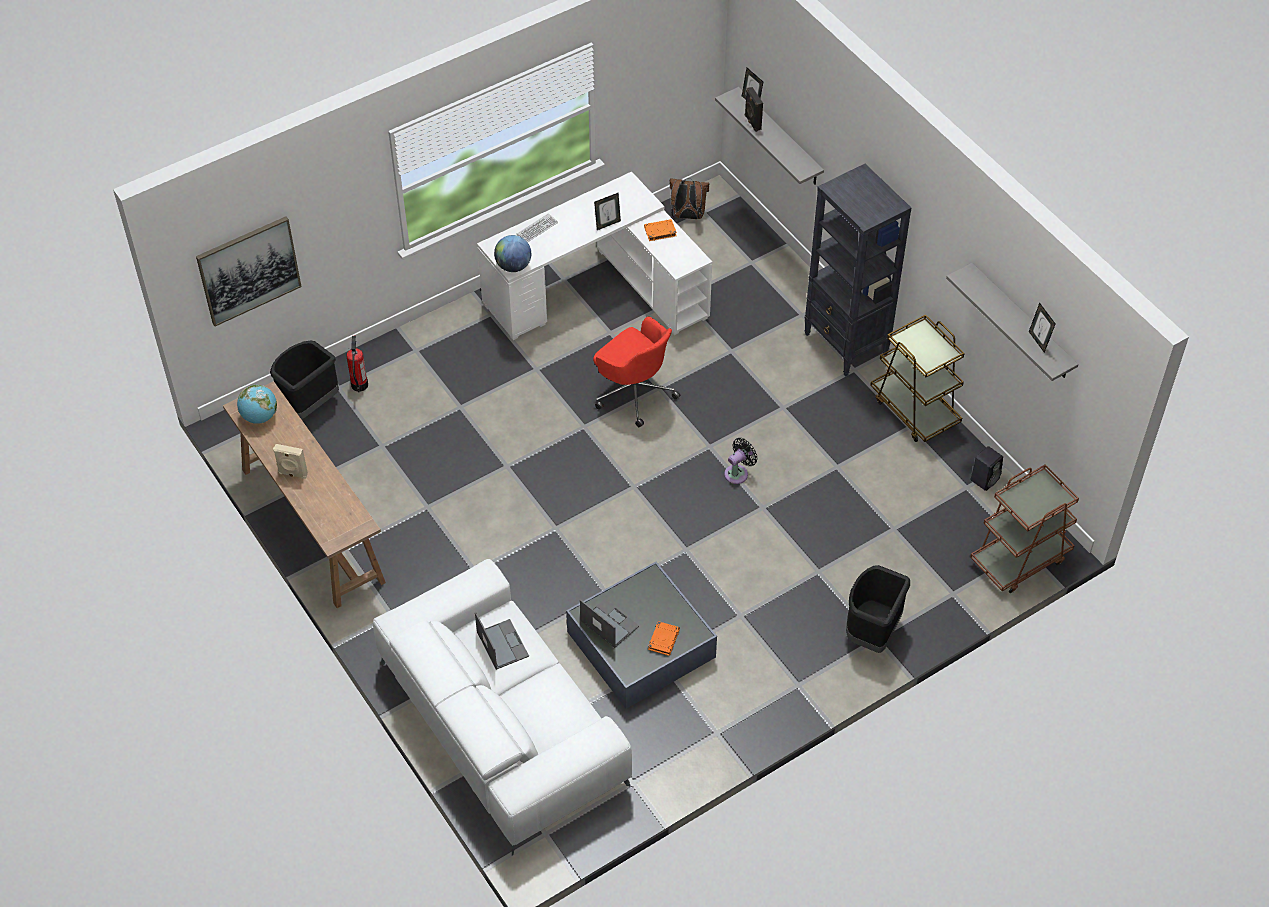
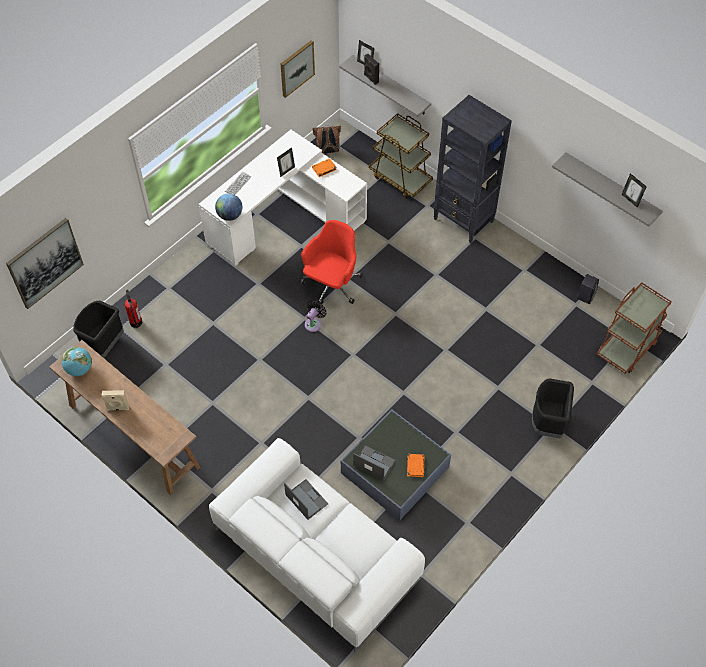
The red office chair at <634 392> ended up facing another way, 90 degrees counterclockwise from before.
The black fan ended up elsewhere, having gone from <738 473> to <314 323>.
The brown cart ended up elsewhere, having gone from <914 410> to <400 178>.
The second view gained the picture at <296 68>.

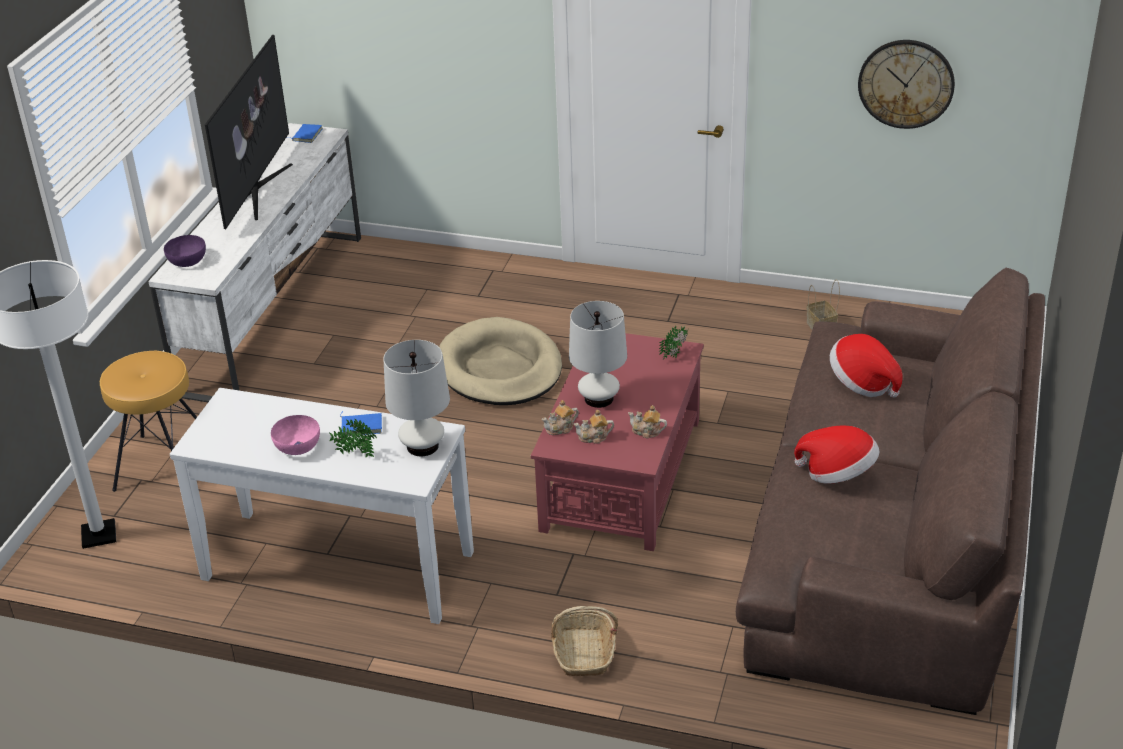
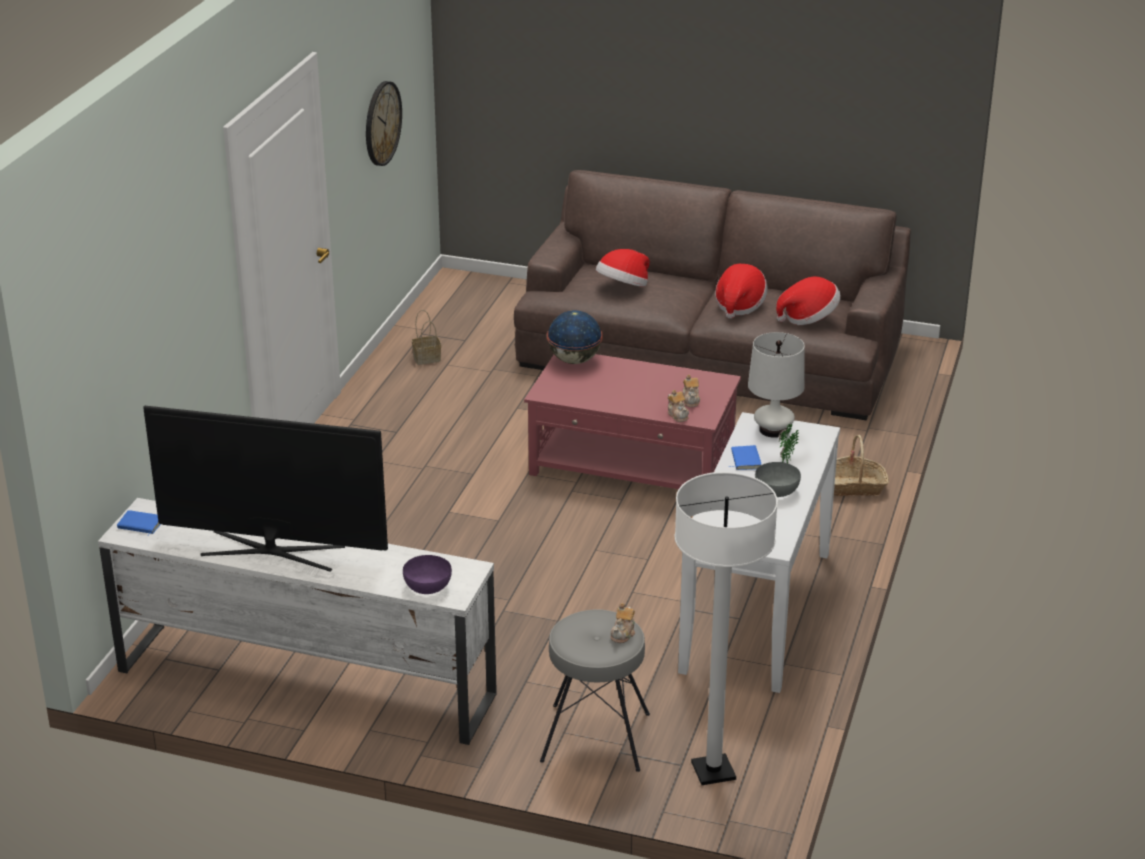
What was the brown stool at <164 465> turned into the grey stool at <595 738>.
What was the pink bowl at <297 447> turned into the grey bowl at <776 491>.
The second view lost the beige dog bed at <500 368>.
The second view lost the white table lamp at <599 398>.
The teapot ended up elsewhere, having gone from <646 431> to <623 633>.
Where the potted plant stood at <676 355>, the globe came to stand at <574 360>.
The second view gained the hat at <809 318>.

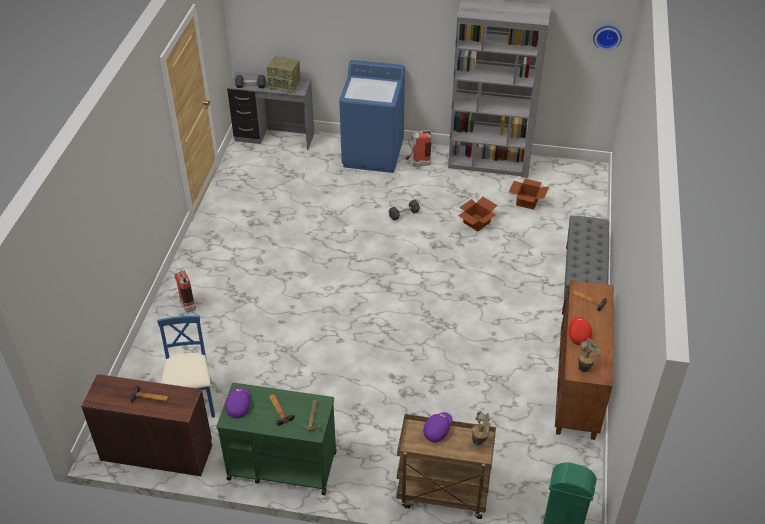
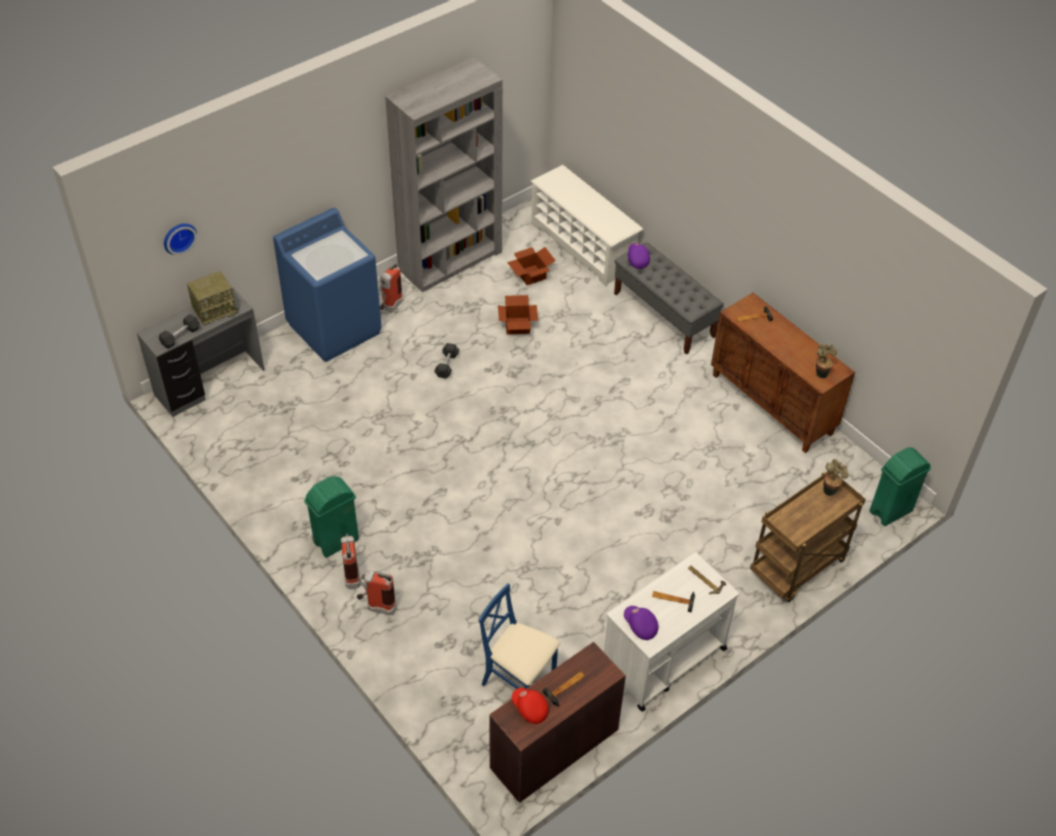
What was the green cart at <281 465> turned into the white cart at <663 660>.
The purple cap ended up elsewhere, having gone from <437 430> to <637 259>.
The red cap ended up elsewhere, having gone from <578 334> to <529 709>.
The wall clock ended up elsewhere, having gone from <607 36> to <178 237>.
The second view gained the green trash can at <335 541>.
The second view gained the fire extinguisher at <352 574>.
The second view gained the white shoe rack at <583 246>.

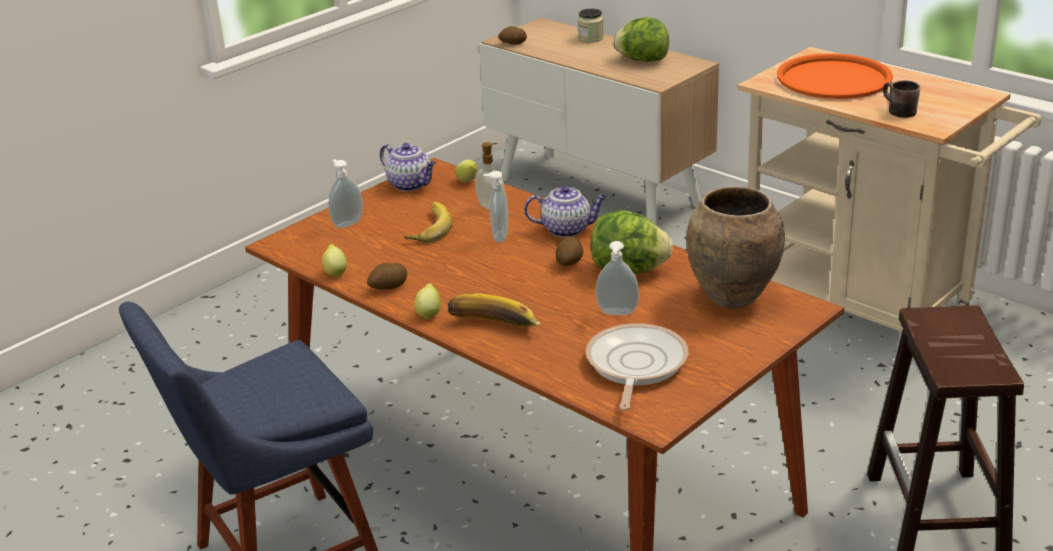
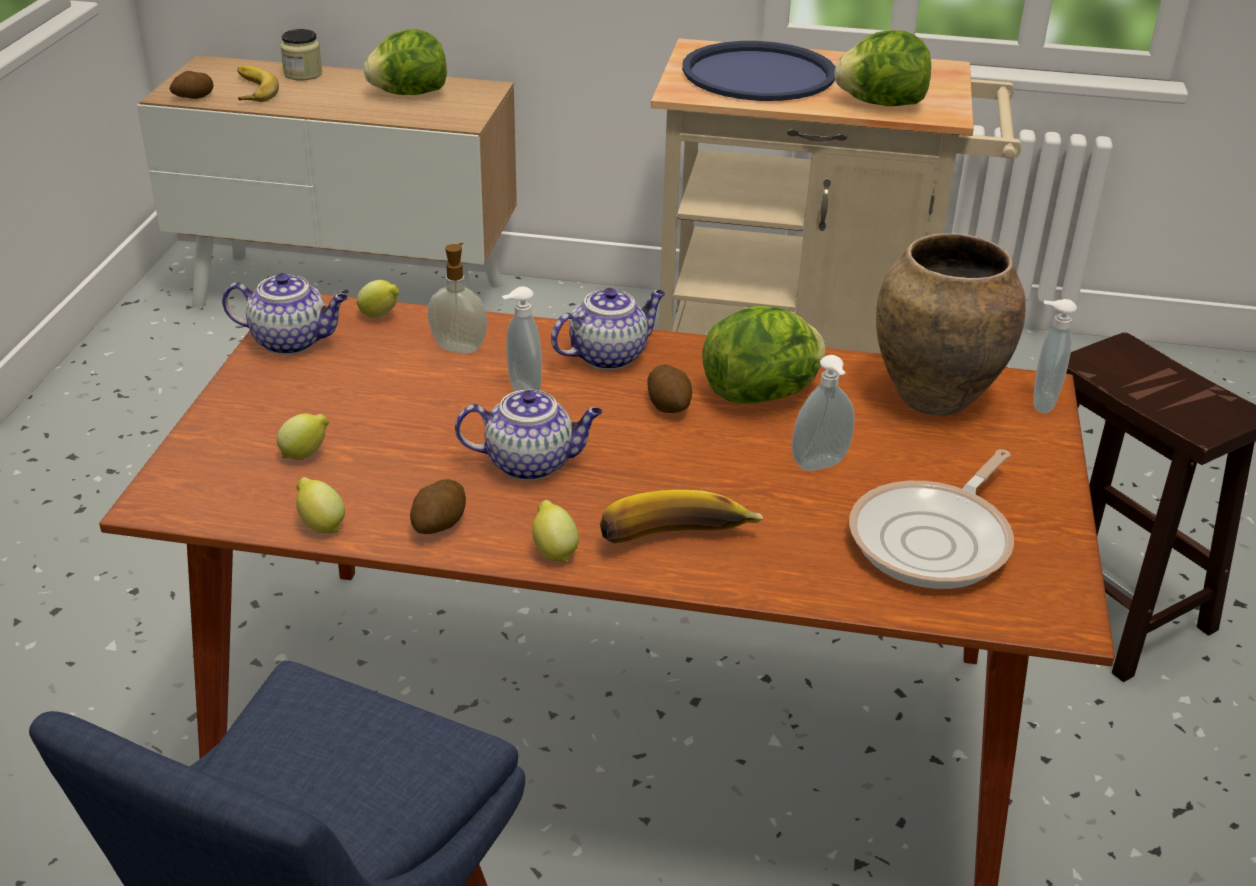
The soap dispenser ended up elsewhere, having gone from <347 223> to <1040 403>.
The banana ended up elsewhere, having gone from <427 227> to <249 90>.
The frying pan at <635 365> ended up facing another way, 120 degrees counterclockwise from before.
What was the orange tray at <834 78> turned into the blue tray at <758 74>.
Where the brown mug stood at <896 112>, the lettuce came to stand at <881 104>.
The second view gained the lemon at <306 455>.
The second view gained the teapot at <531 463>.

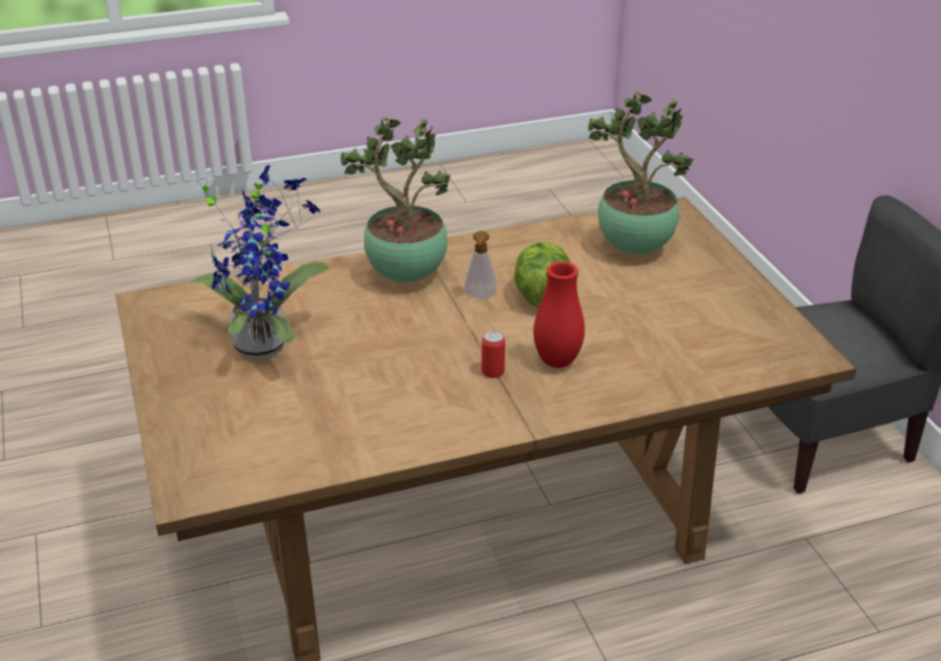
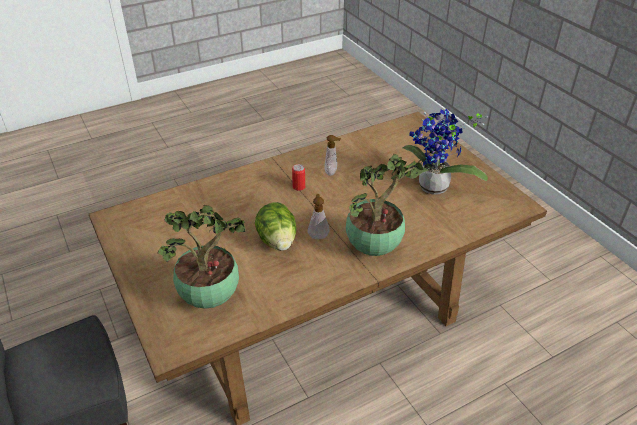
The second view lost the red vase at <557 361>.
The second view gained the soap dispenser at <332 172>.

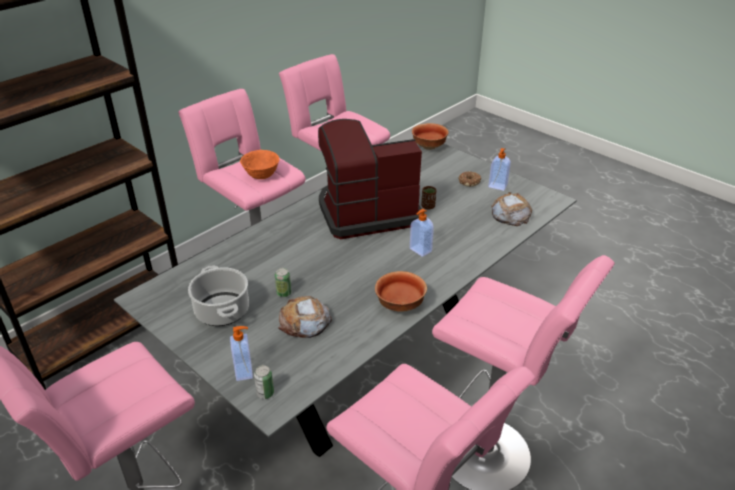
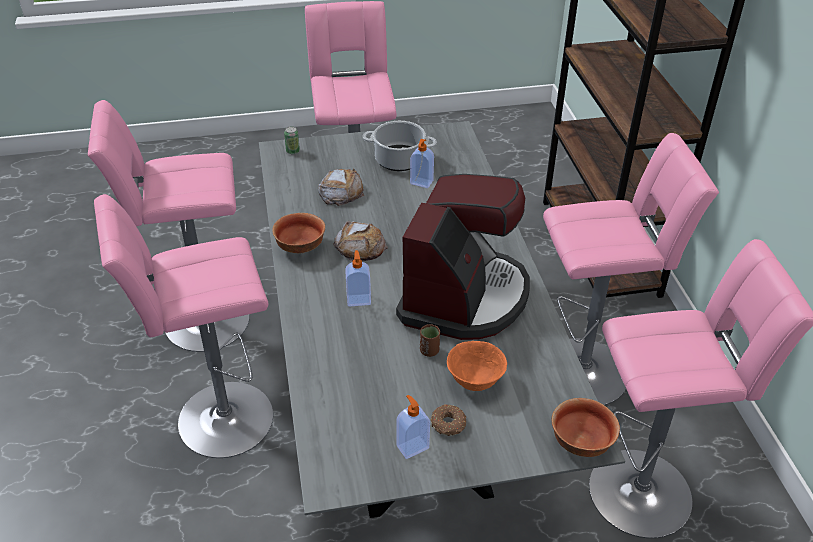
The soap dispenser ended up elsewhere, having gone from <244 371> to <421 183>.
The orange bowl ended up elsewhere, having gone from <261 176> to <474 381>.
The second view lost the can at <284 293>.
The bread ended up elsewhere, having gone from <510 214> to <360 246>.

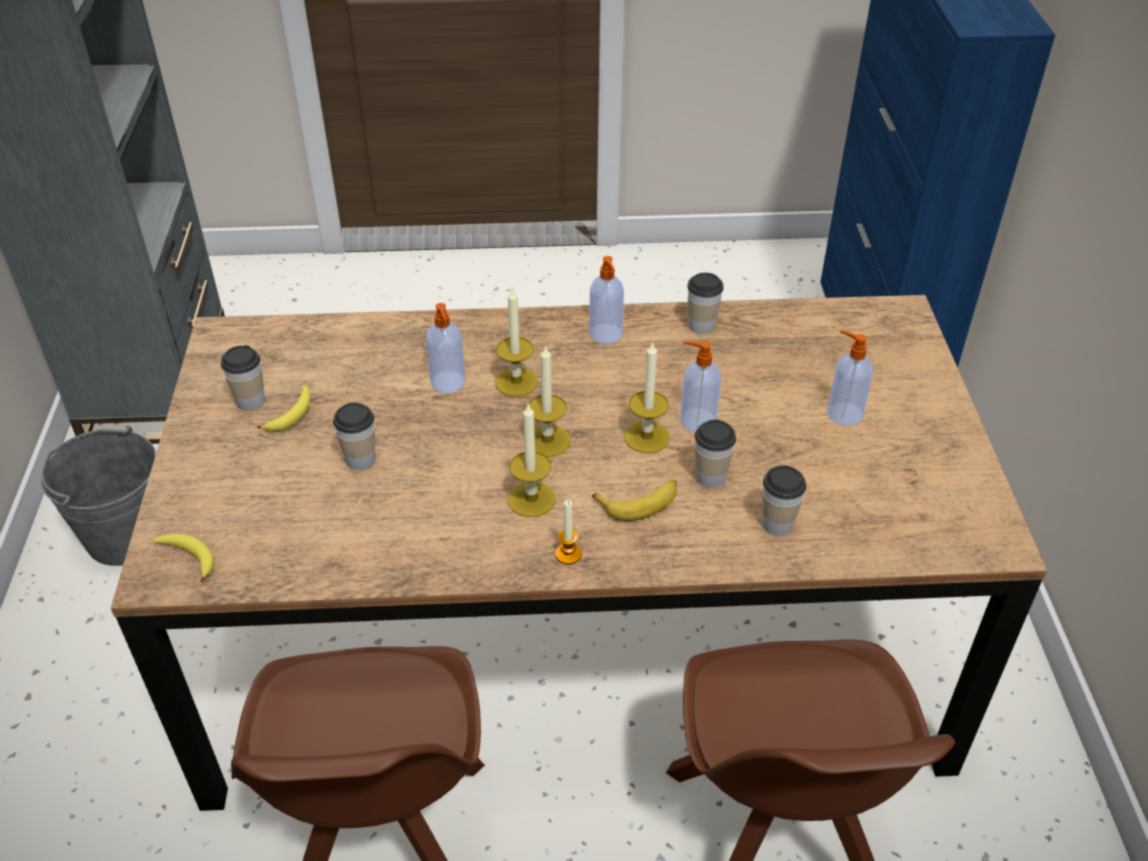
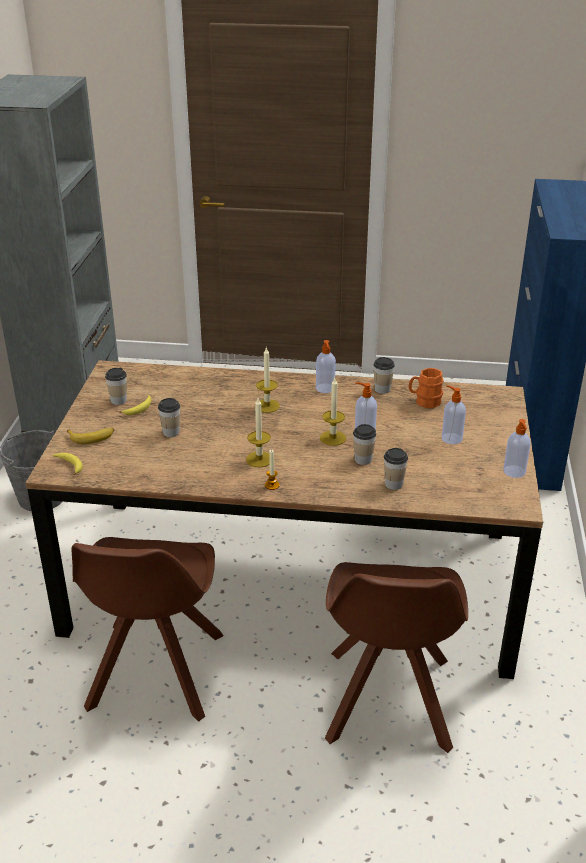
The soap dispenser ended up elsewhere, having gone from <448 383> to <514 472>.
The second view lost the candle at <547 440>.
The banana ended up elsewhere, having gone from <639 503> to <92 437>.
The second view gained the orange mug at <424 401>.

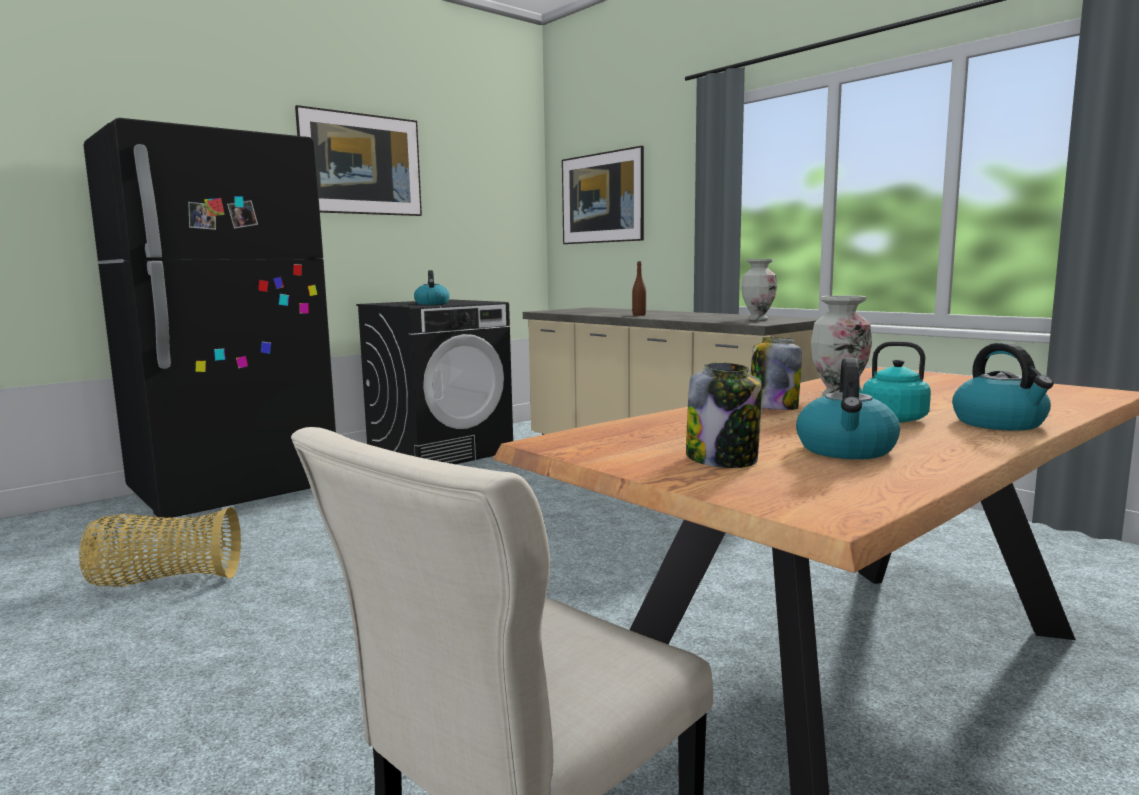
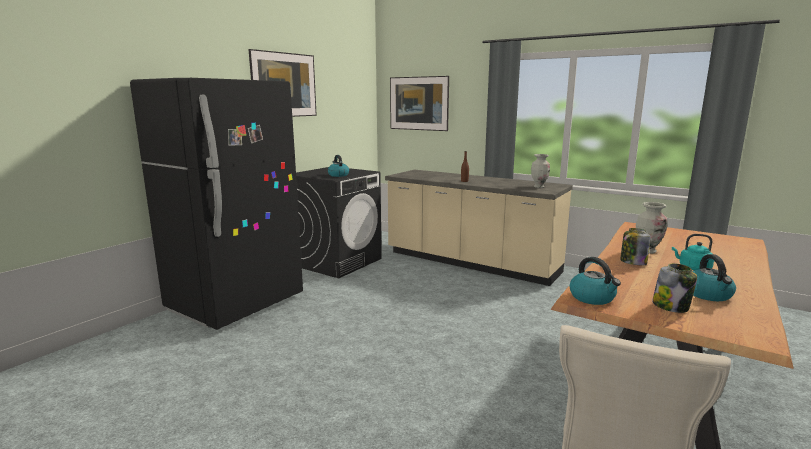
The second view lost the basket at <165 580>.
The kettle ended up elsewhere, having gone from <1000 423> to <592 298>.

